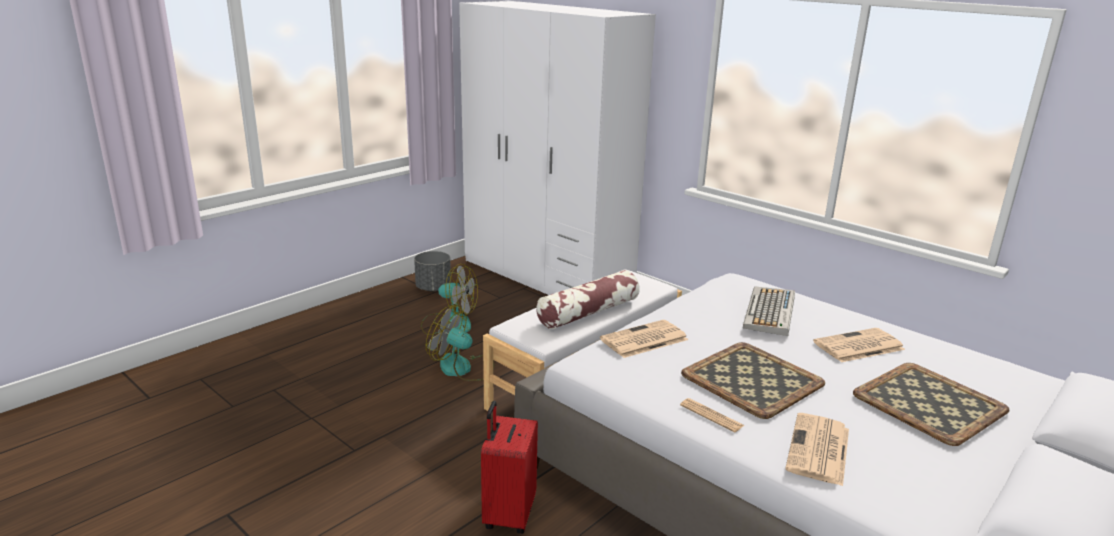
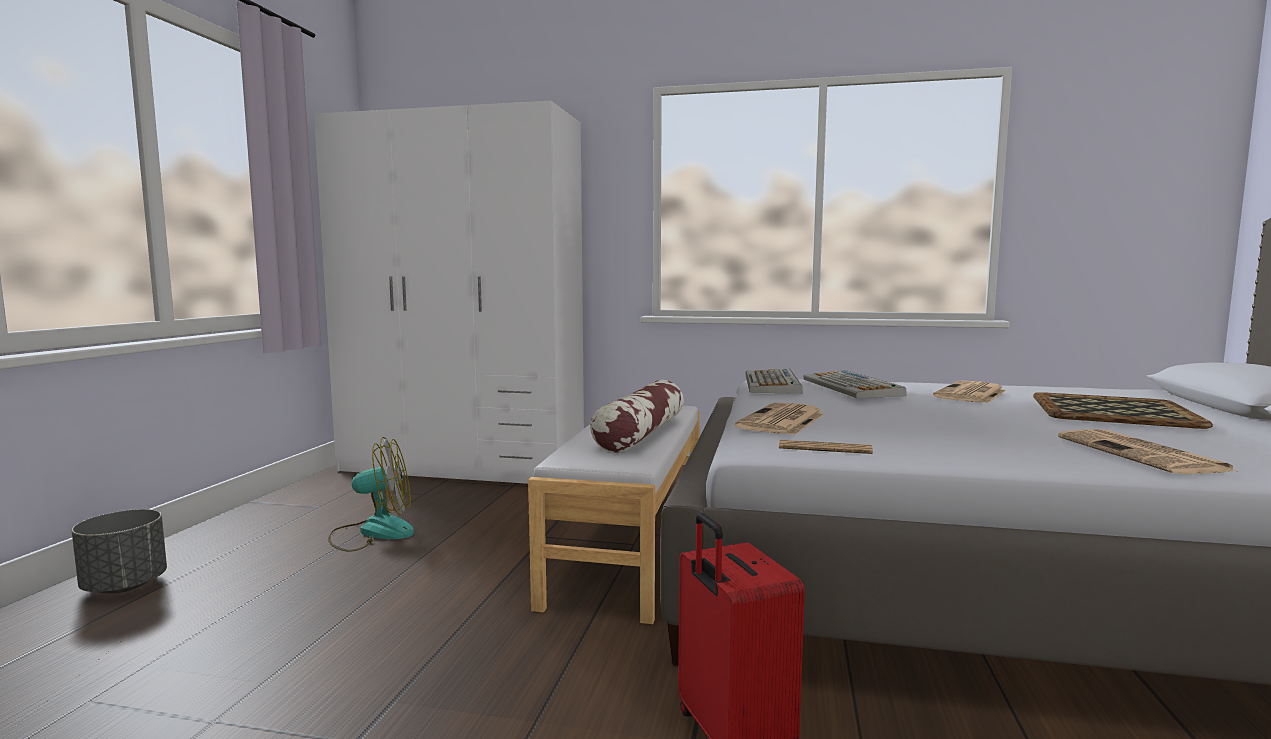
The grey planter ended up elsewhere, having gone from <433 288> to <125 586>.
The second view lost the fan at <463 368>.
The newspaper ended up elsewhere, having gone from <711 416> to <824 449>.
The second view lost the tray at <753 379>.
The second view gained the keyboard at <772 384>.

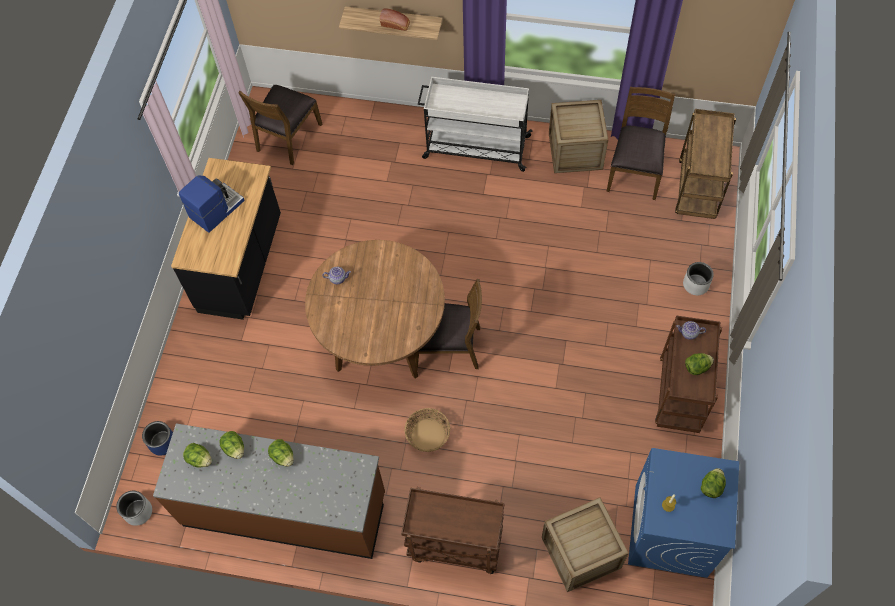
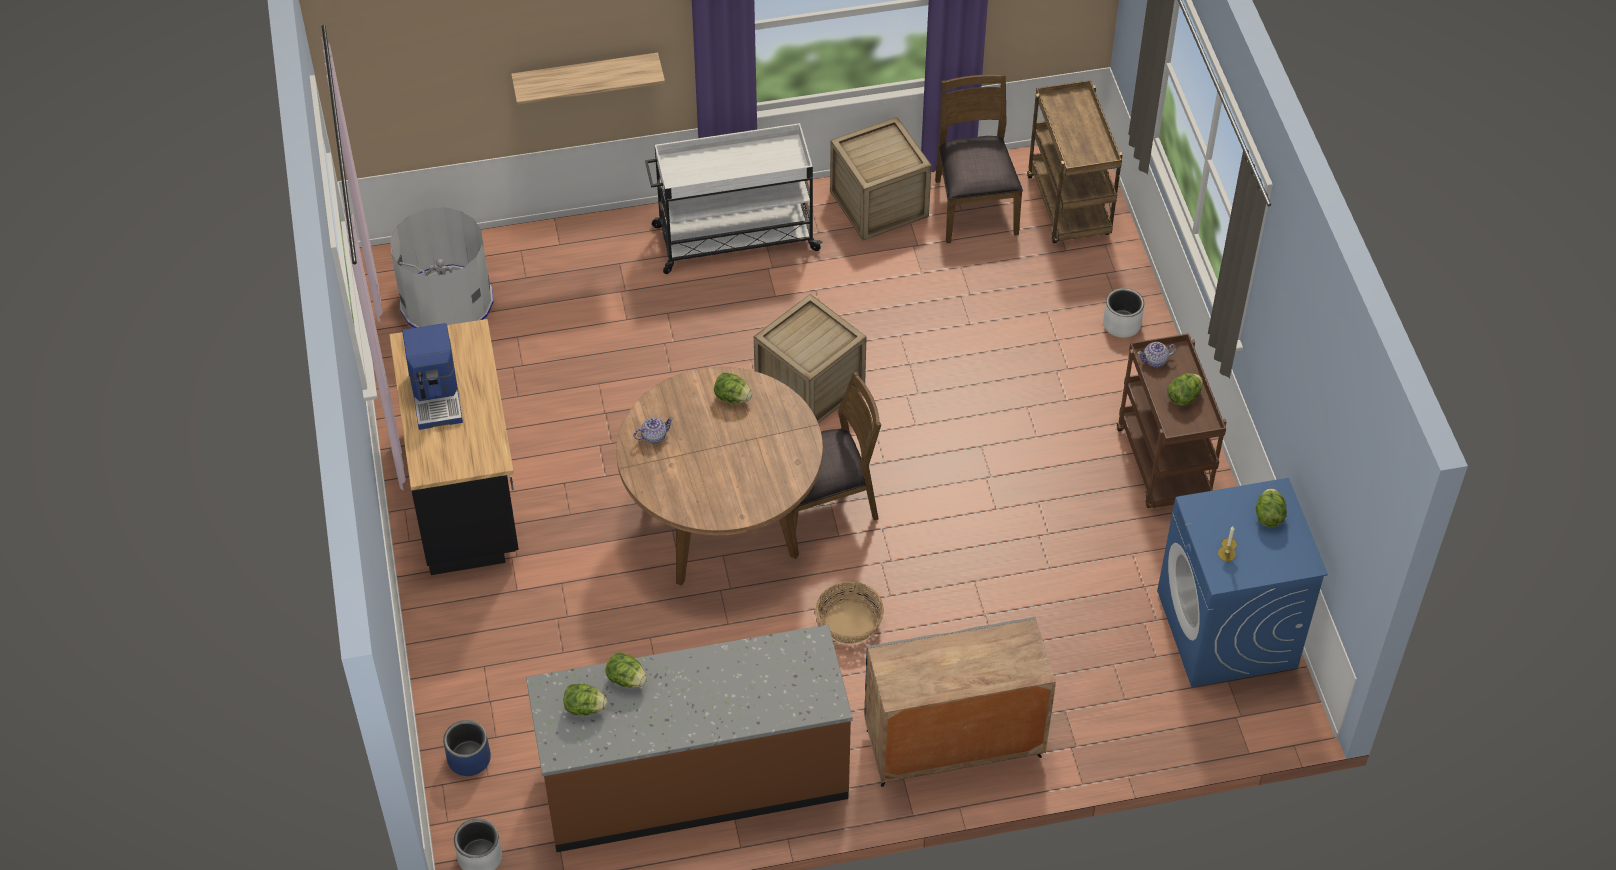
The coffee machine at <216 209> ended up facing another way, 150 degrees clockwise from before.
Where the brown chair stood at <288 137>, the grey trash can came to stand at <446 303>.
The lettuce ended up elsewhere, having gone from <283 456> to <732 397>.
The second view lost the bread at <396 24>.
Where the brown cart stood at <454 545>, the grey cabinet came to stand at <952 744>.
The crate ended up elsewhere, having gone from <581 552> to <810 386>.

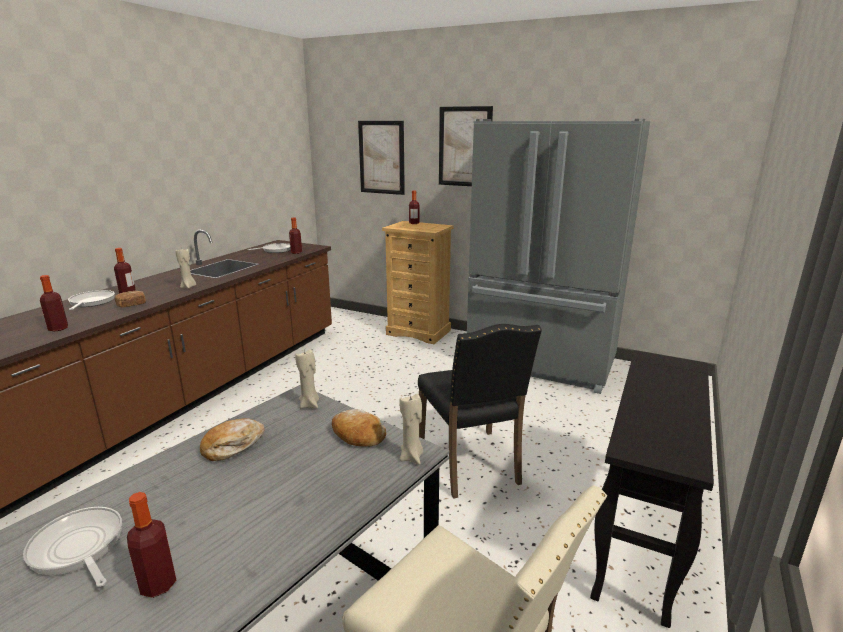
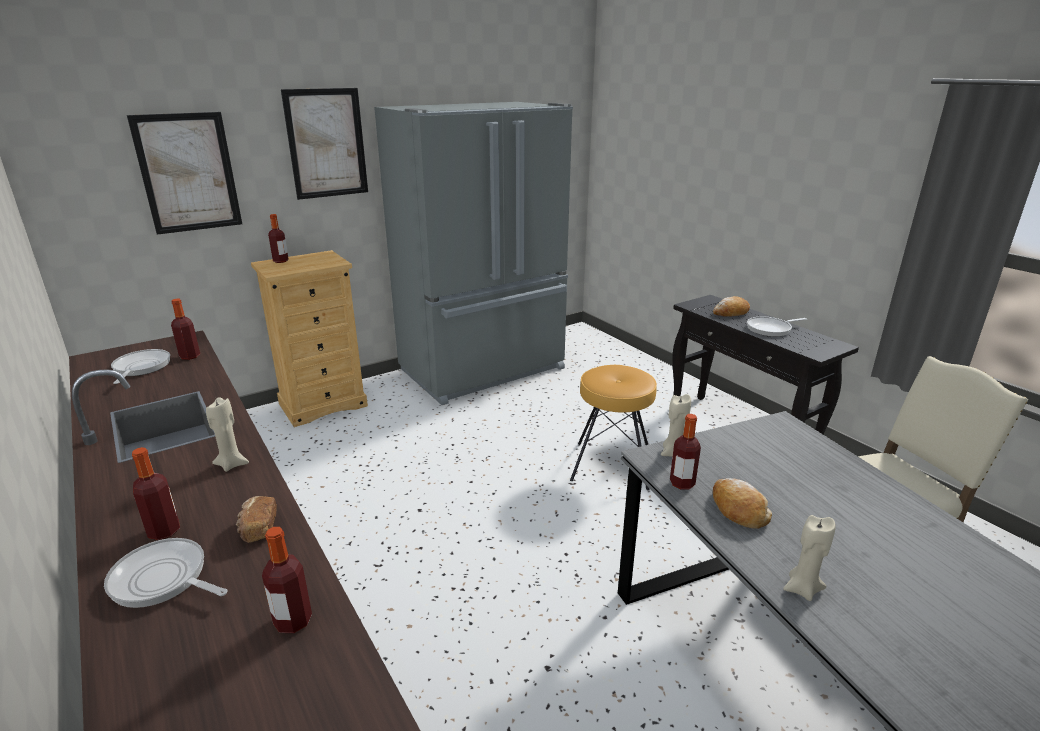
The frying pan ended up elsewhere, having gone from <78 548> to <771 329>.
The bottle ended up elsewhere, having gone from <158 584> to <682 483>.
The bread ended up elsewhere, having gone from <357 435> to <731 313>.
The beige candle ended up elsewhere, having gone from <412 457> to <802 589>.
Where the black chair stood at <471 464>, the brown stool came to stand at <611 466>.

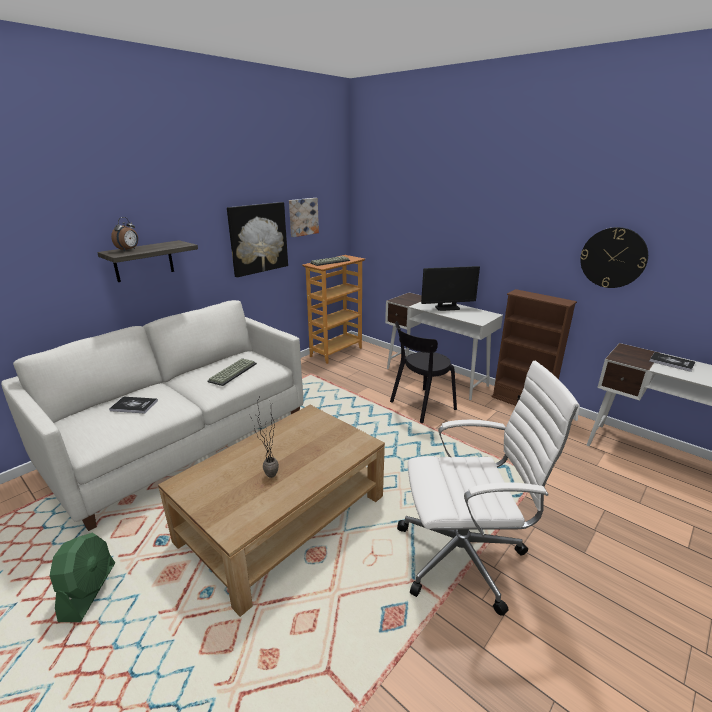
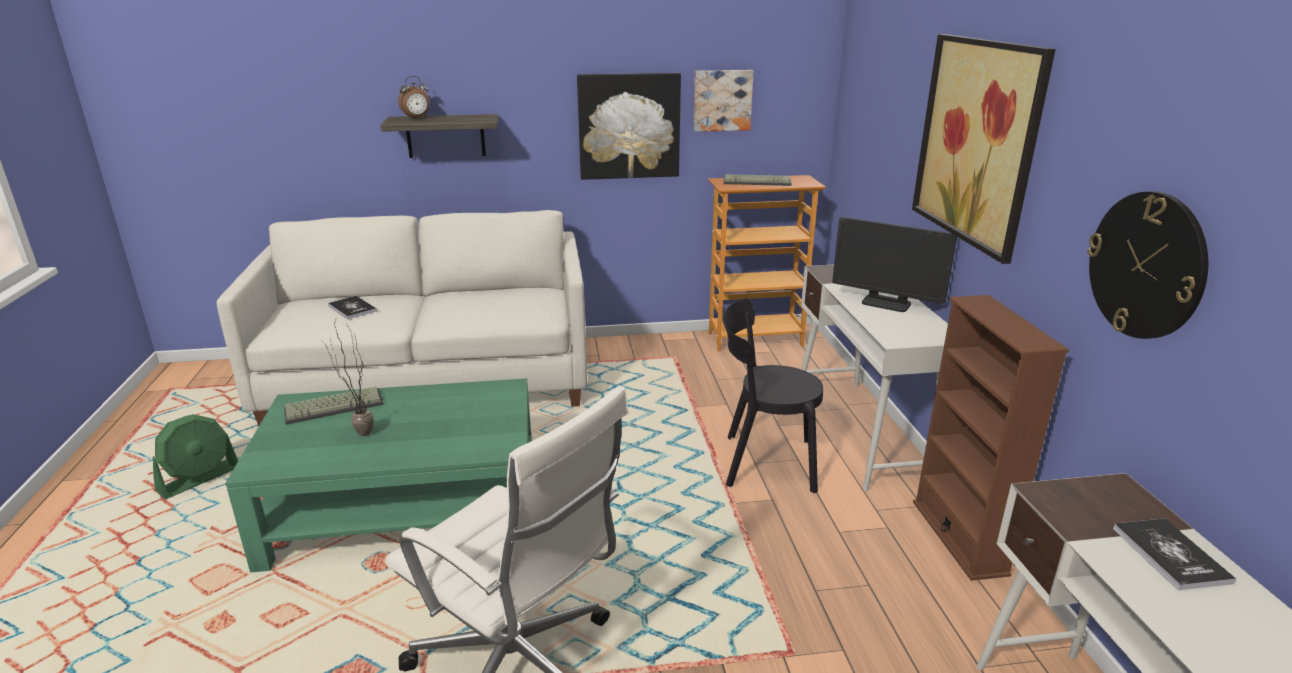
What was the brown coffee table at <284 518> turned into the green coffee table at <408 508>.
The keyboard ended up elsewhere, having gone from <232 372> to <335 406>.
The second view gained the picture at <977 142>.

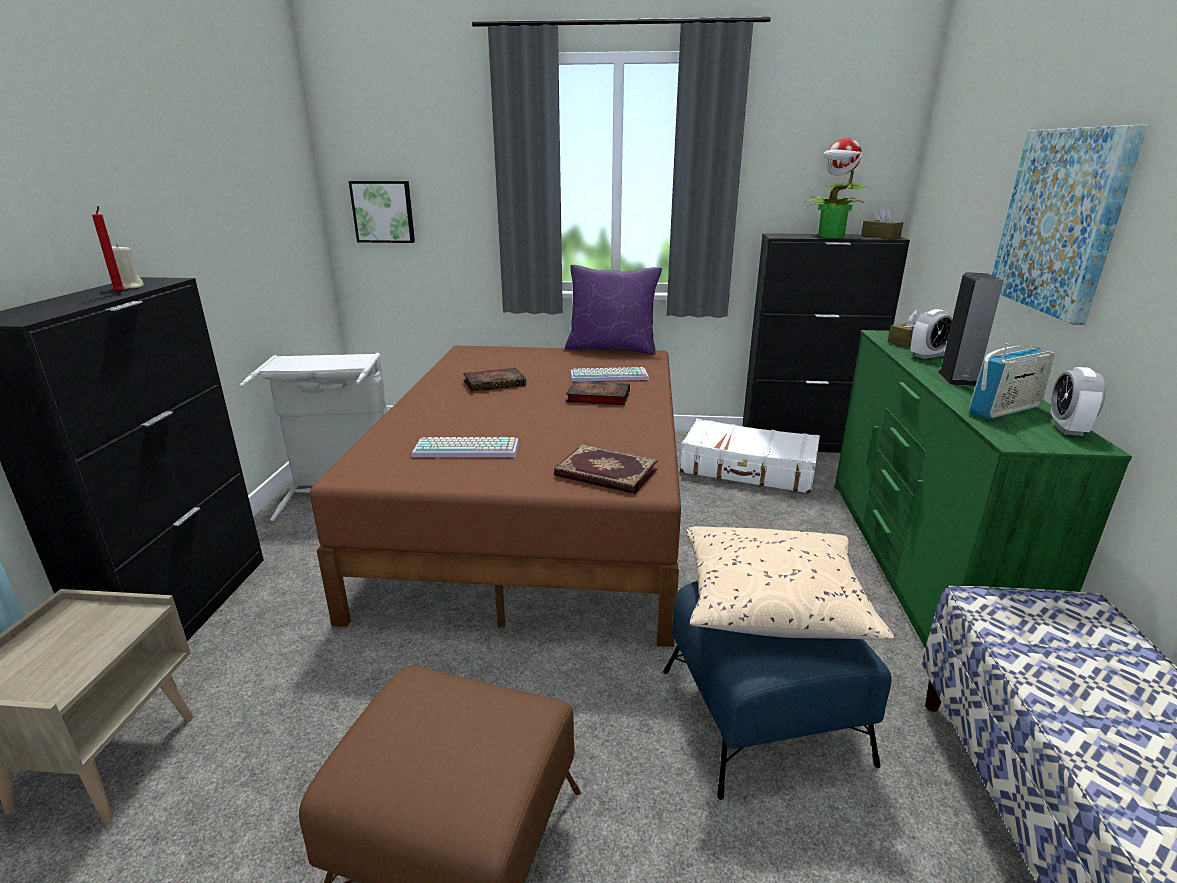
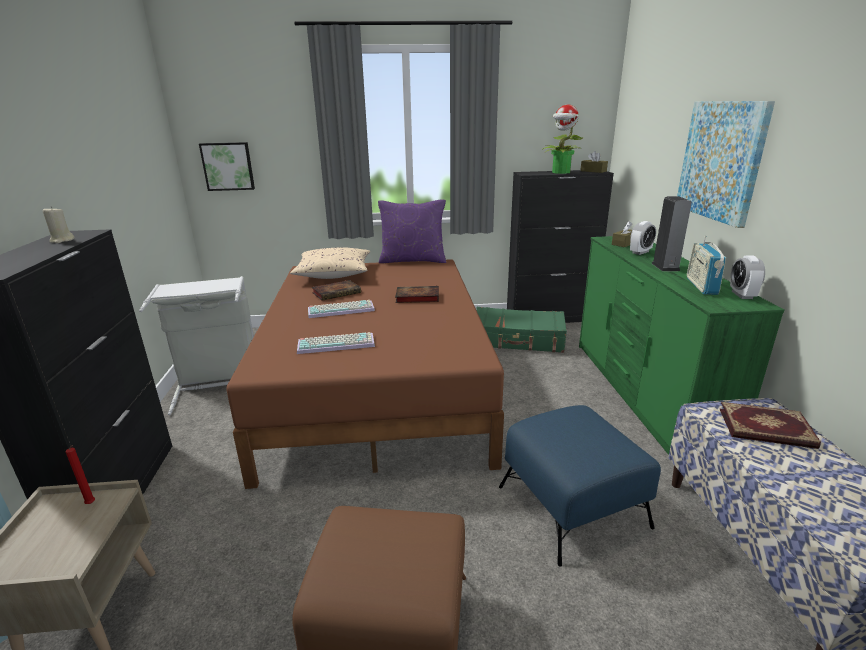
The red candle ended up elsewhere, having gone from <120 293> to <91 504>.
The book ended up elsewhere, having gone from <605 474> to <766 429>.
The keyboard ended up elsewhere, having gone from <610 375> to <342 309>.
What was the white suitcase at <748 469> turned into the green suitcase at <518 340>.
The beige pillow ended up elsewhere, having gone from <772 602> to <334 274>.
The radio at <1004 410> ended up facing another way, 135 degrees clockwise from before.

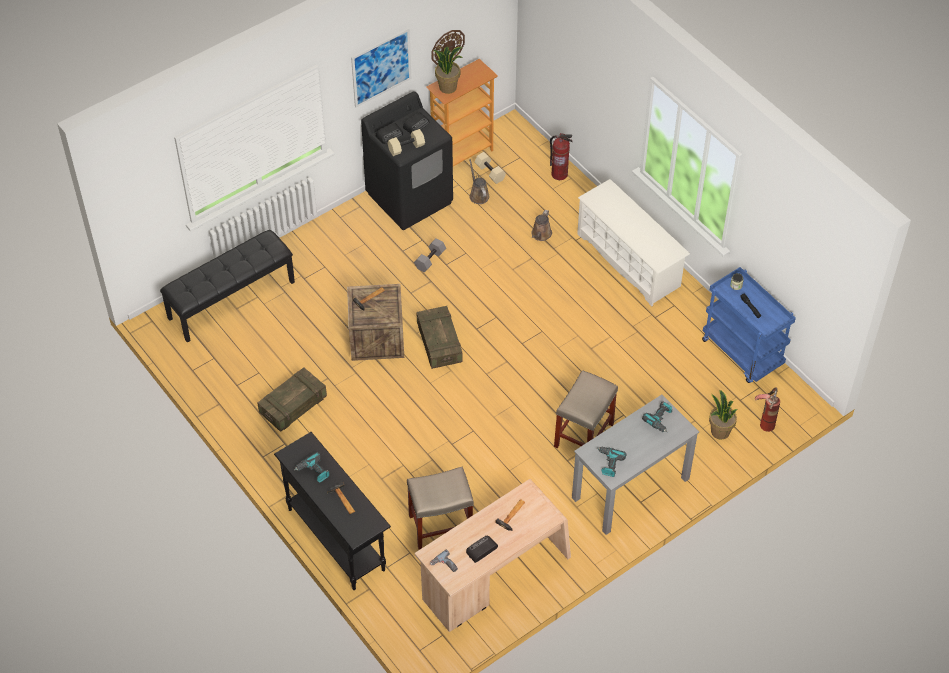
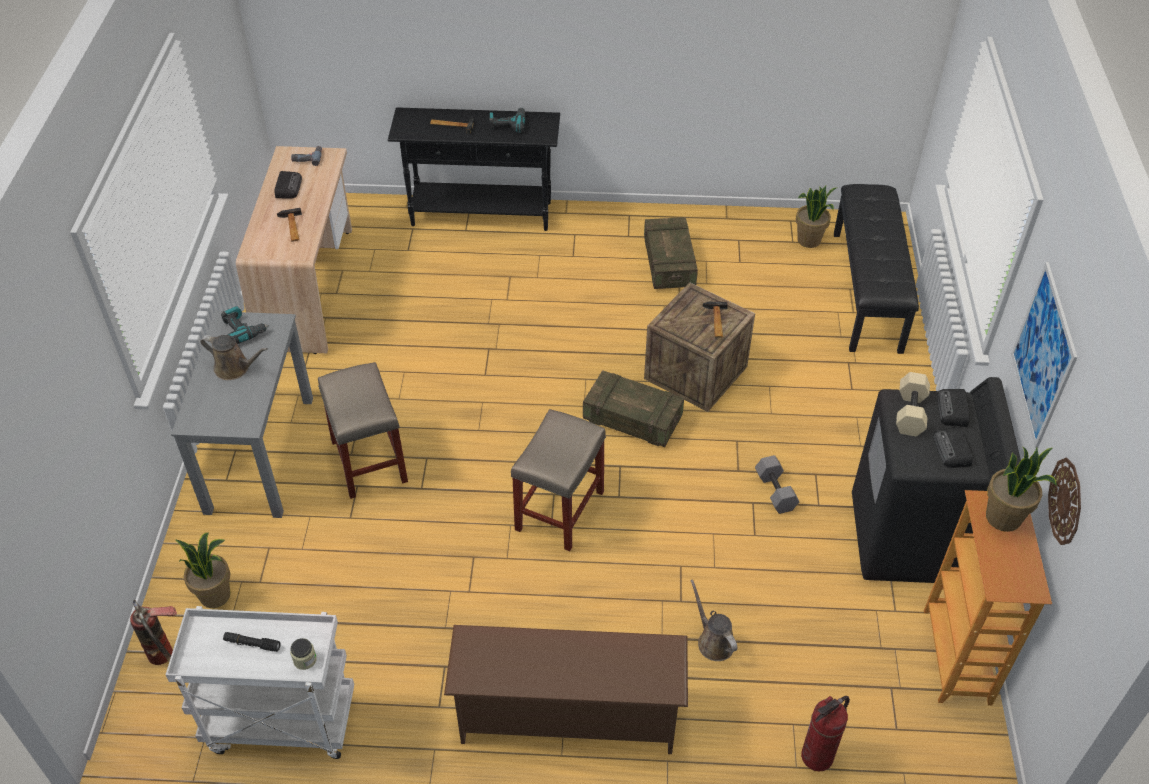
The beige stool ended up elsewhere, having gone from <441 525> to <559 512>.
The brown watering can ended up elsewhere, having gone from <478 195> to <235 368>.
The second view lost the beige dumbbell at <489 172>.
What was the white shoe rack at <629 260> turned into the brown shoe rack at <567 715>.
The second view lost the power drill at <660 419>.
What was the blue cart at <743 353> turned into the white cart at <279 724>.
The second view gained the potted plant at <809 240>.

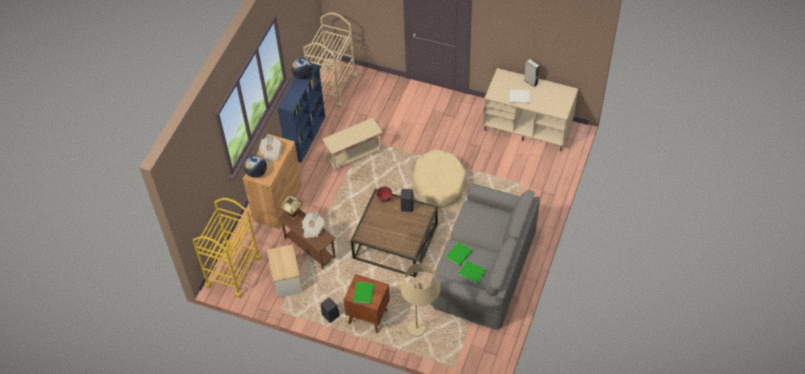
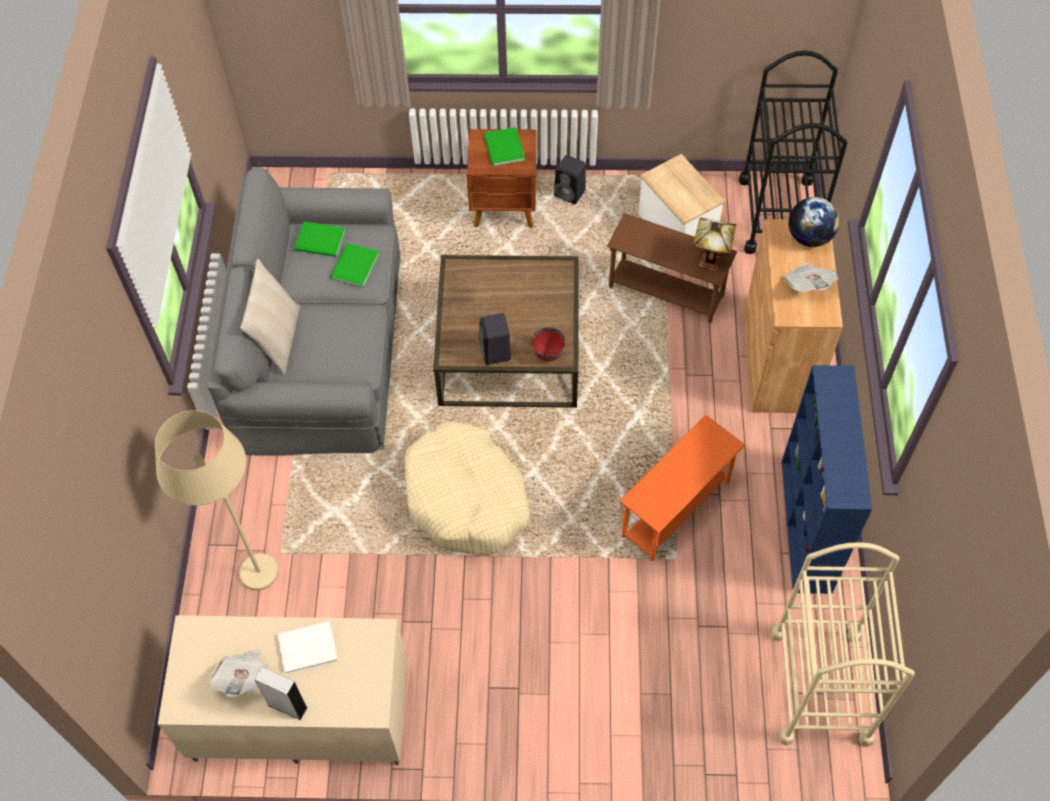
What was the yellow cart at <233 271> turned into the black cart at <779 215>.
The second view lost the globe at <303 75>.
The newspaper ended up elsewhere, having gone from <312 229> to <244 677>.
What was the beige side table at <354 156> turned into the orange side table at <676 509>.
The beige floor lamp ended up elsewhere, having gone from <421 336> to <245 559>.
The second view gained the beige pillow at <278 338>.

